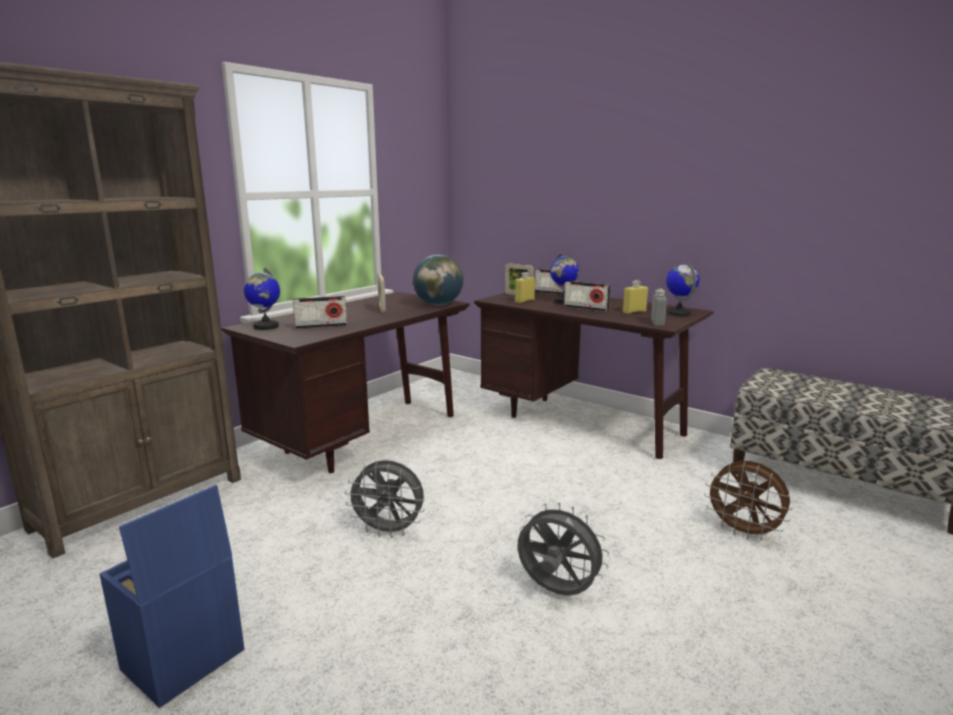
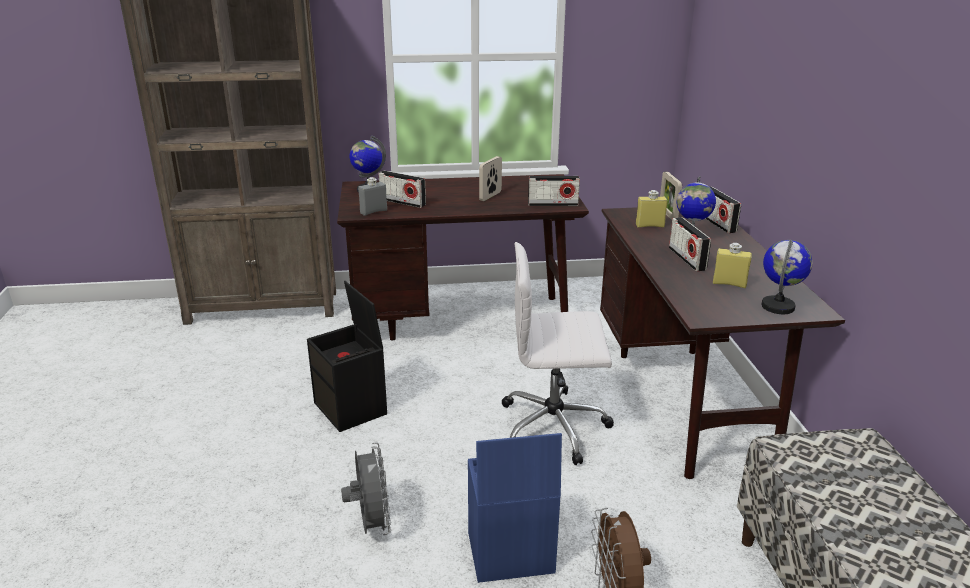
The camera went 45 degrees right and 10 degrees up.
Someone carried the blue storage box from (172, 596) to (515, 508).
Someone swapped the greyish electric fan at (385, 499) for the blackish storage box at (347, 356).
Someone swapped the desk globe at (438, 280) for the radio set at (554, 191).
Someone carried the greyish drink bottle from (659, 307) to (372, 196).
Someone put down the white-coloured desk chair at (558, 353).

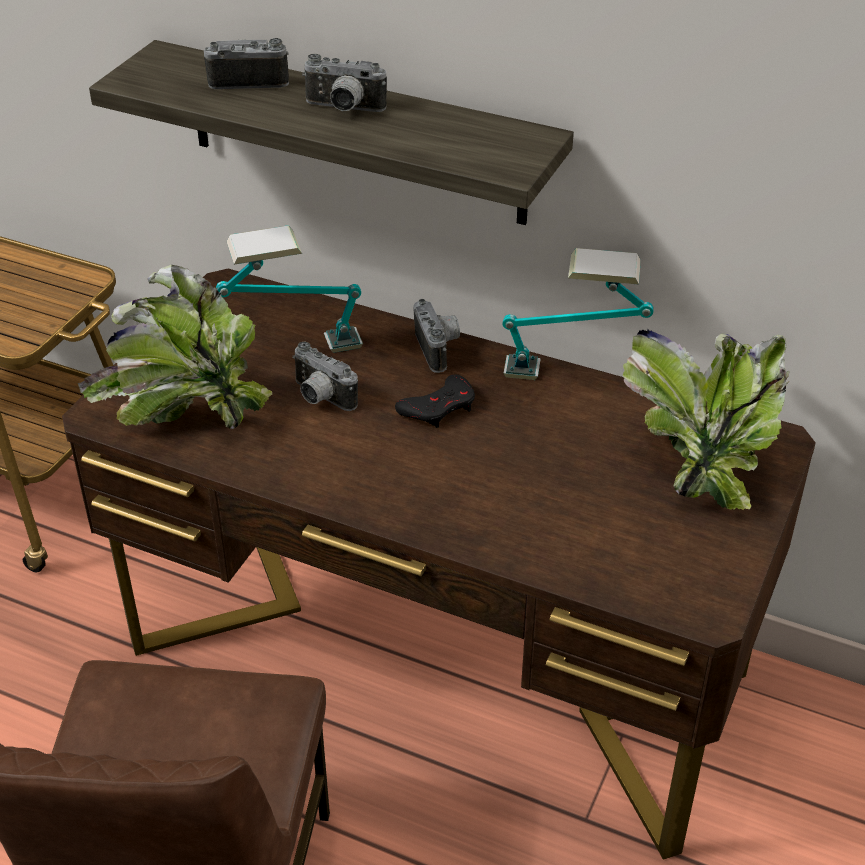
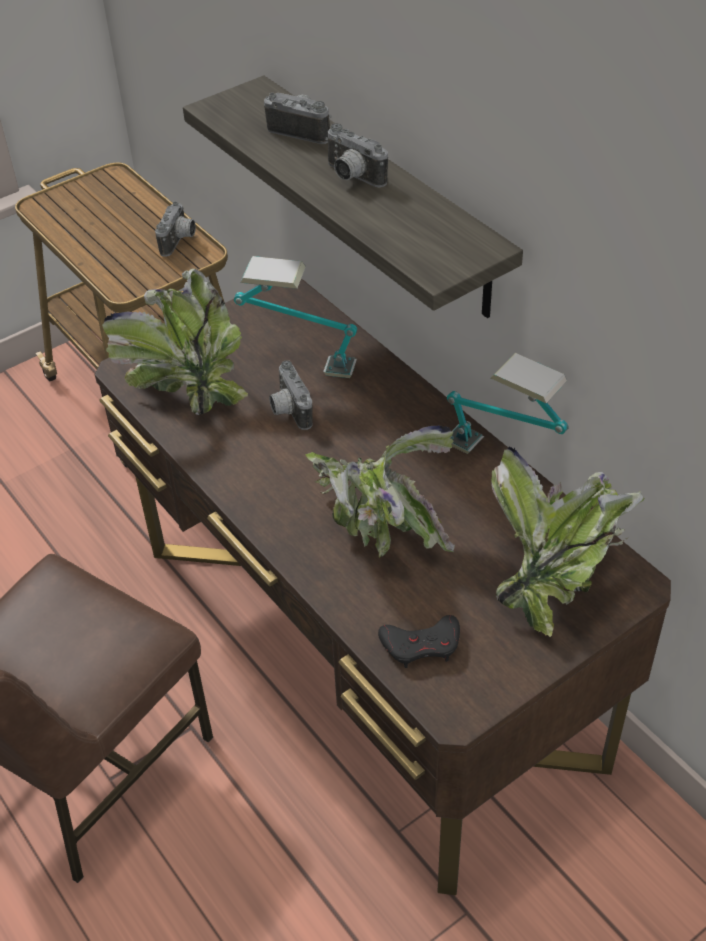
The camera went 30 degrees right and 5 degrees up.
Someone carried the blackish game controller from (435, 401) to (419, 641).
Someone carried the photo camera from (436, 336) to (175, 229).
Someone put down the houseplant at (380, 491).

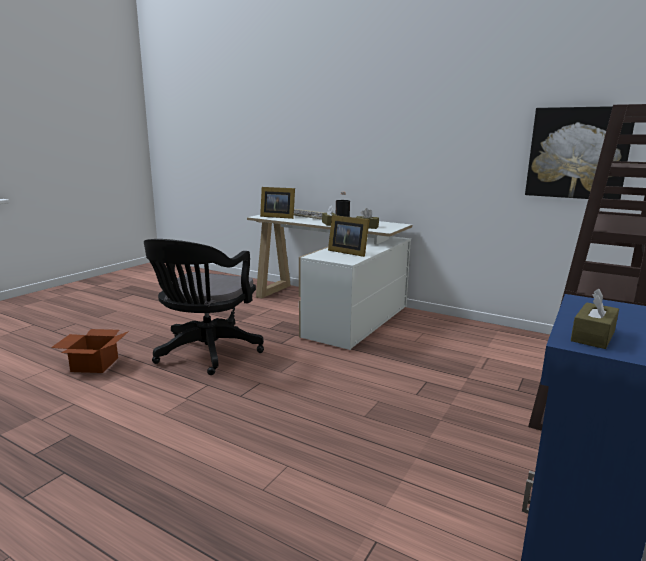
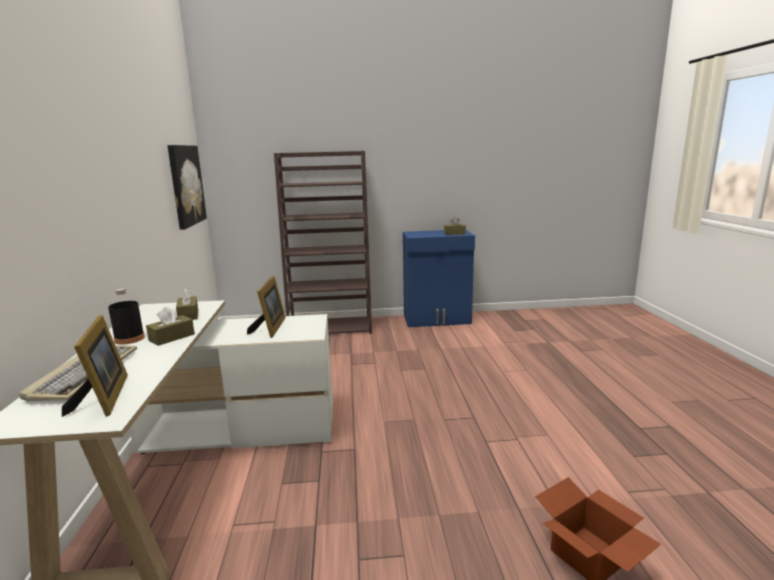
The camera went 125 degrees left and 0 degrees up.
Someone took away the blackish desk chair at (204, 307).

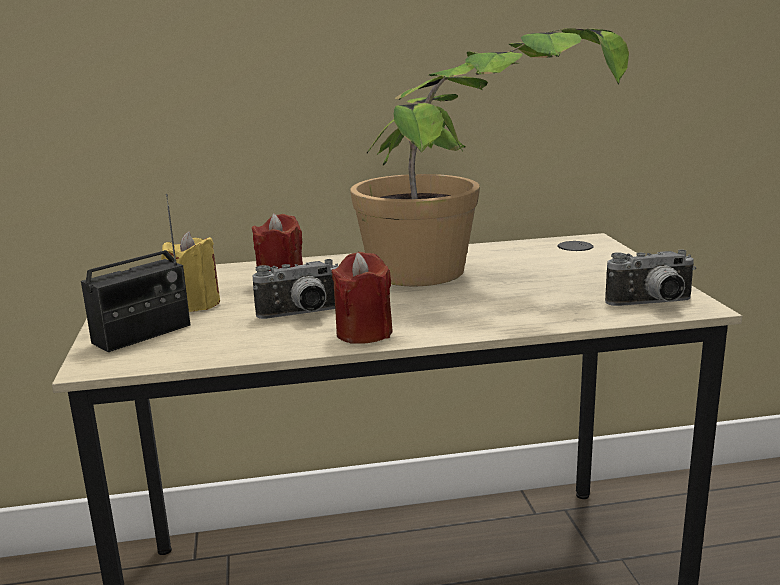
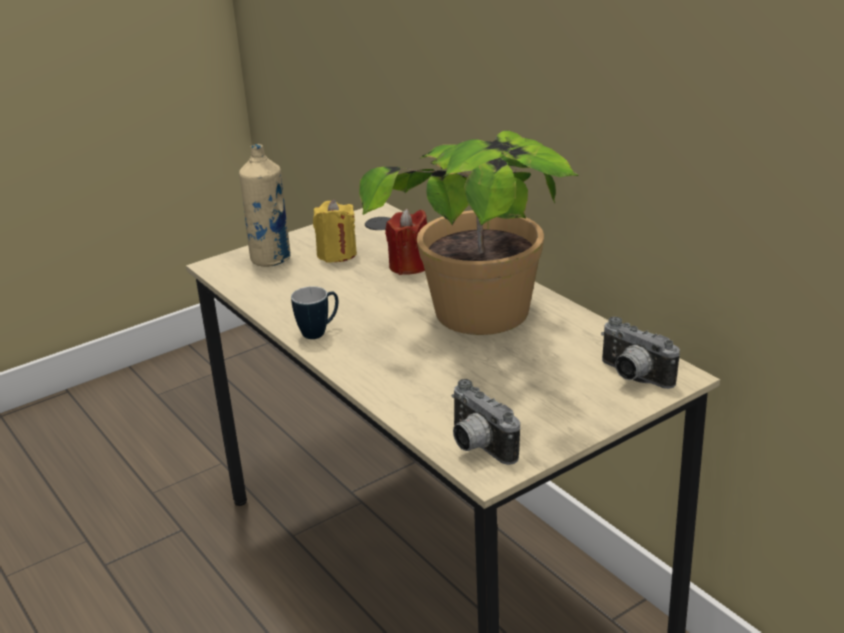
The camera went 65 degrees right and 10 degrees up.
Someone swapped the radio set at (135, 273) for the beige-coloured drink bottle at (265, 205).
Someone carried the photo camera from (295, 289) to (640, 353).
Someone swapped the red candle at (362, 298) for the mug at (315, 312).

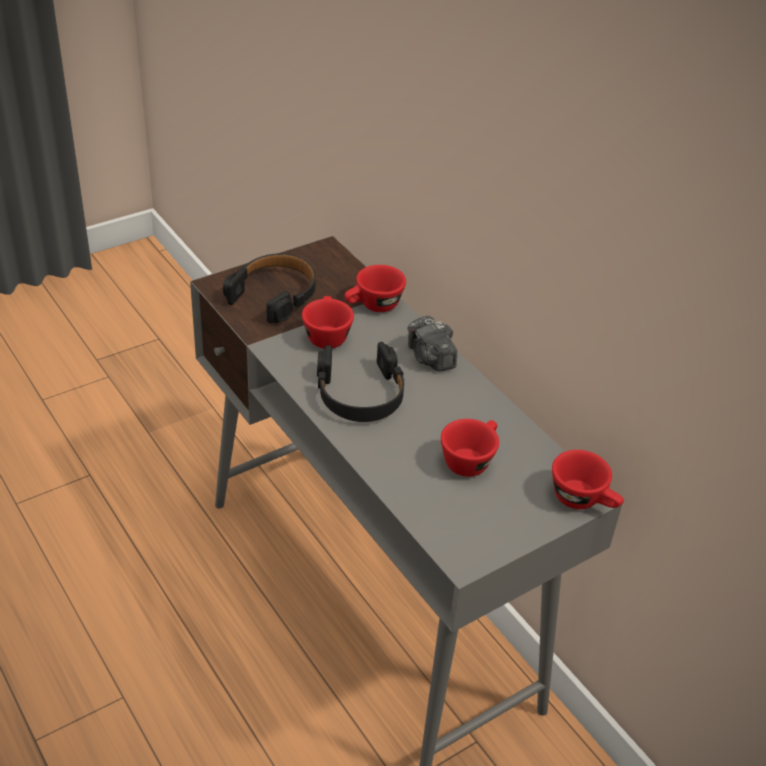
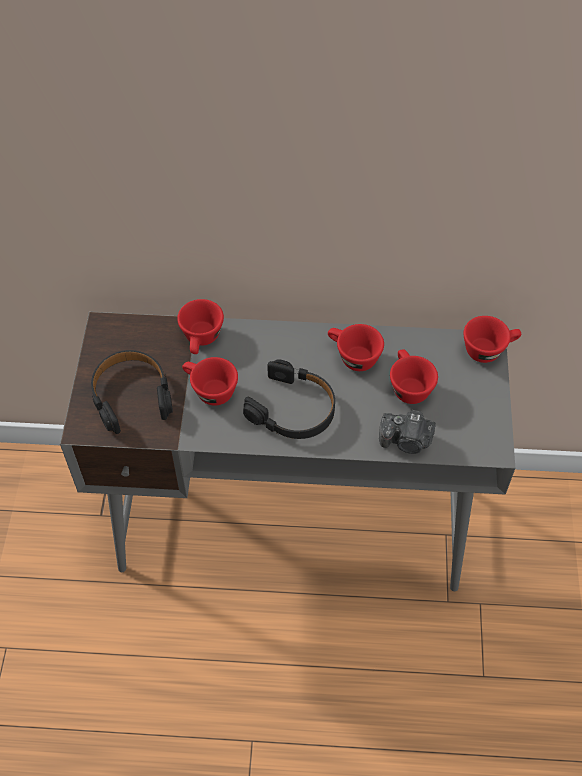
The camera went 50 degrees left and 15 degrees up.
Someone carried the photo camera from (432, 344) to (407, 432).
Someone put down the red cup at (356, 347).

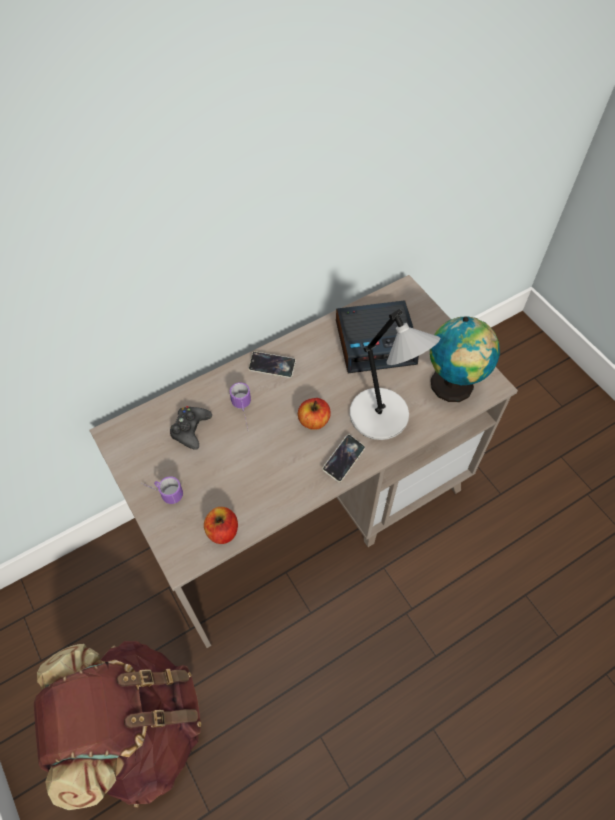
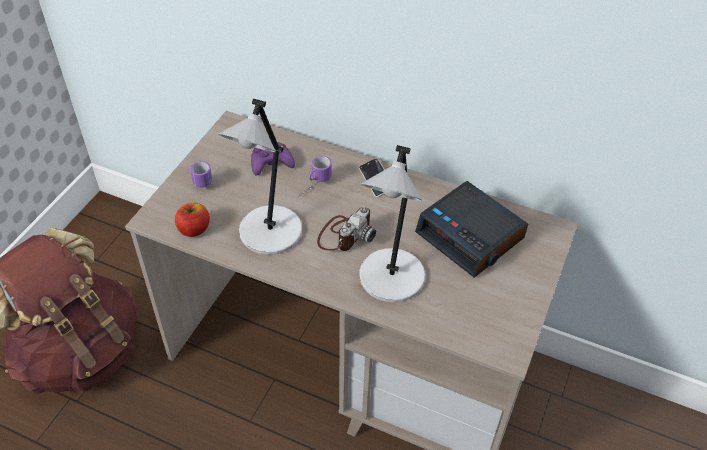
The camera went 55 degrees right and 10 degrees down.
Someone repainted the blackish game controller at (191, 428), which became the purplish game controller at (273, 158).
Someone swapped the whole apple at (314, 414) for the photo camera at (346, 229).
Someone took away the handset at (343, 458).
Someone took away the desk globe at (465, 359).
Someone put down the greyish table lamp at (260, 177).

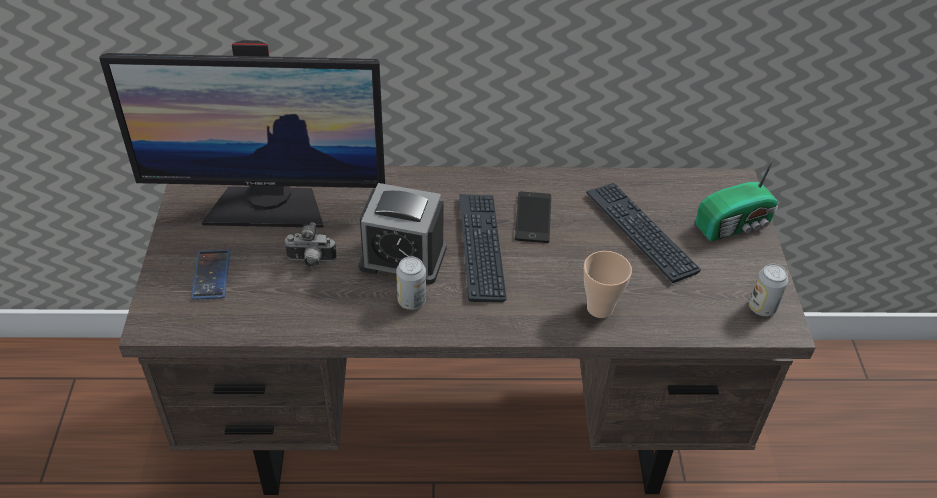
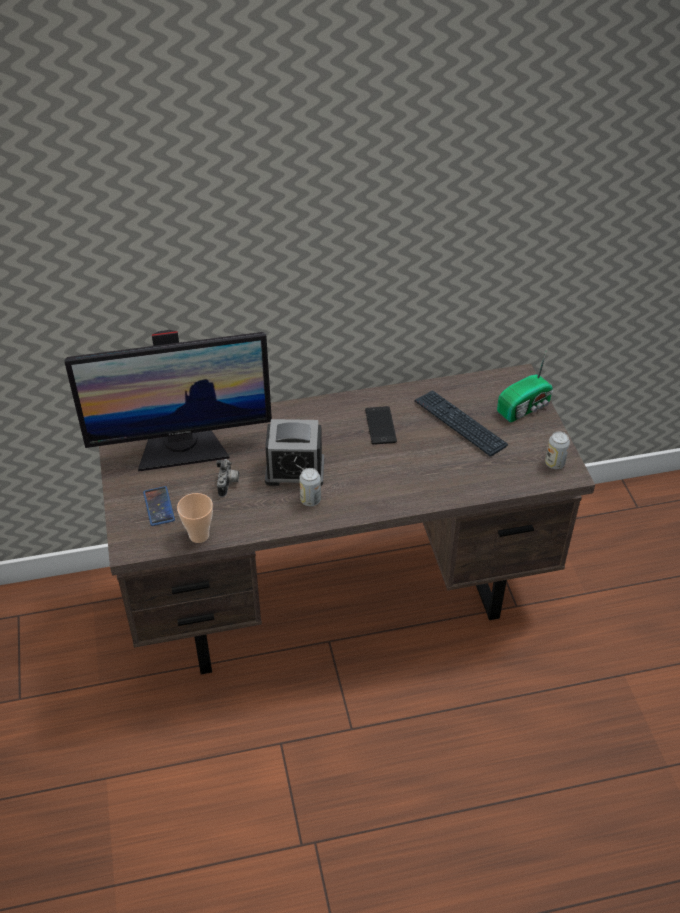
The camera went 10 degrees left and 0 degrees up.
Someone rotated the photo camera at (310, 244) by 75 degrees counterclockwise.
Someone took away the computer keyboard at (483, 248).
Someone carried the cup from (607, 284) to (195, 518).

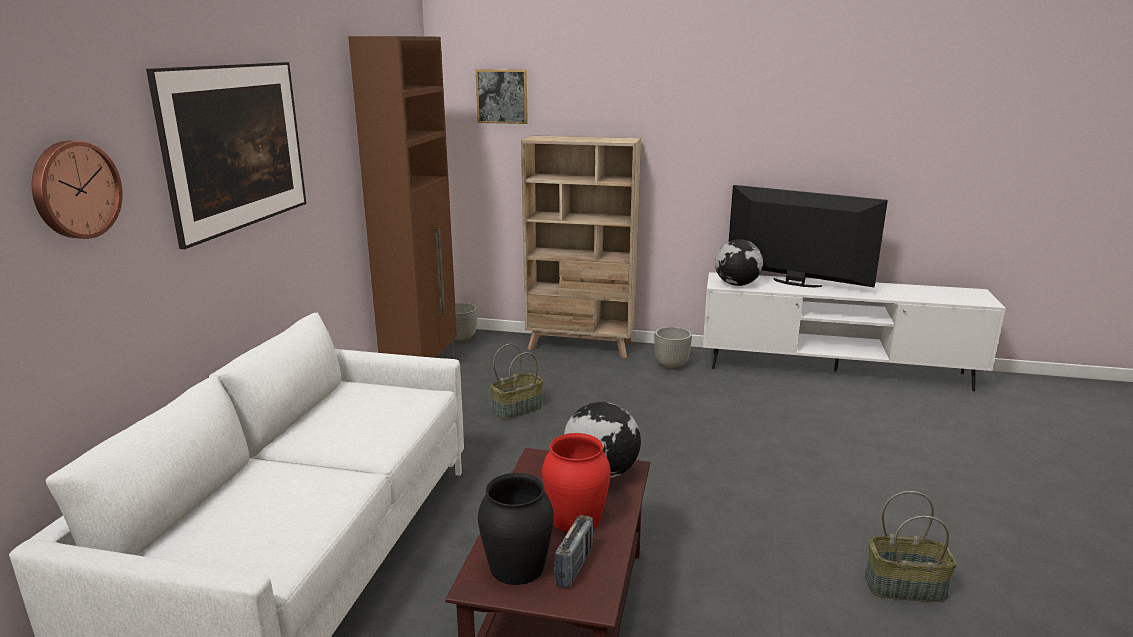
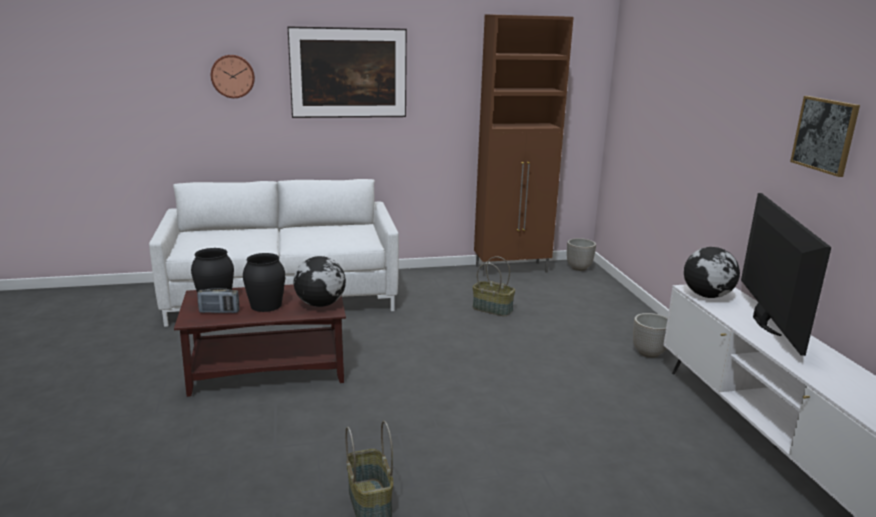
The camera went 65 degrees right and 0 degrees up.
Someone carried the picture from (502, 96) to (825, 136).
Someone took away the beige-coloured bookshelf at (581, 246).
Someone repainted the red decorative vase at (576, 483), which became the blackish decorative vase at (264, 282).

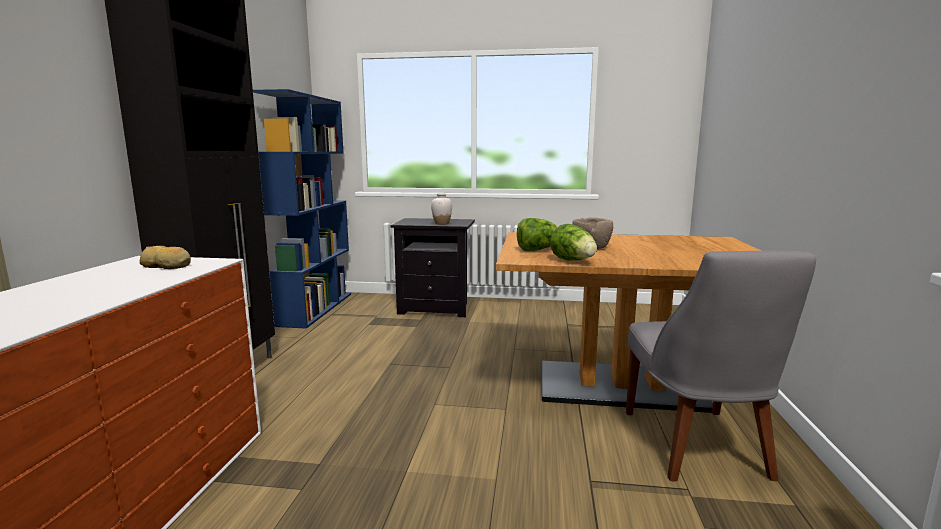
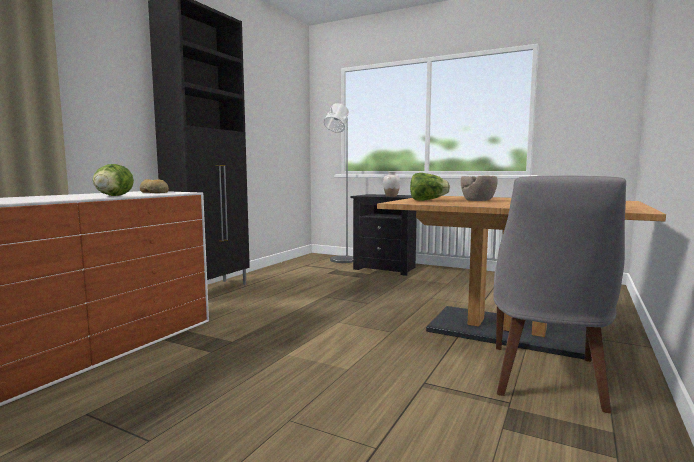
The camera went 20 degrees right and 5 degrees down.
Someone took away the blue bookshelf at (302, 209).
Someone carried the lettuce head from (573, 242) to (113, 180).
Someone put down the greyish standing lamp at (338, 183).

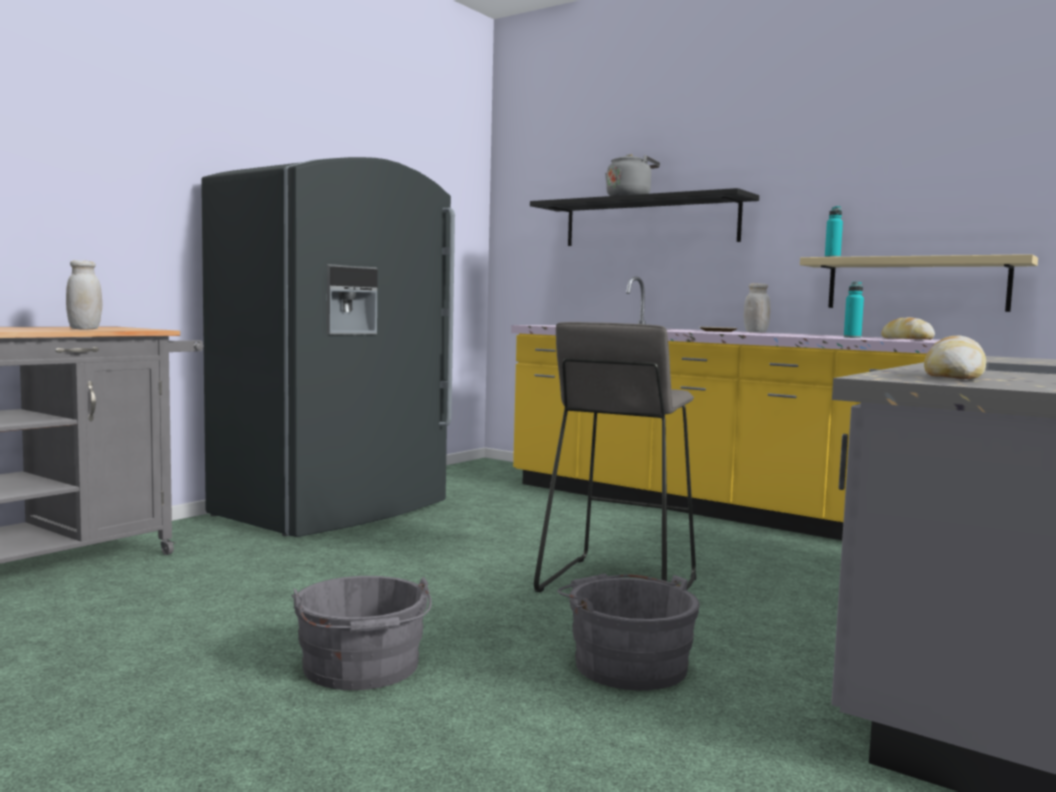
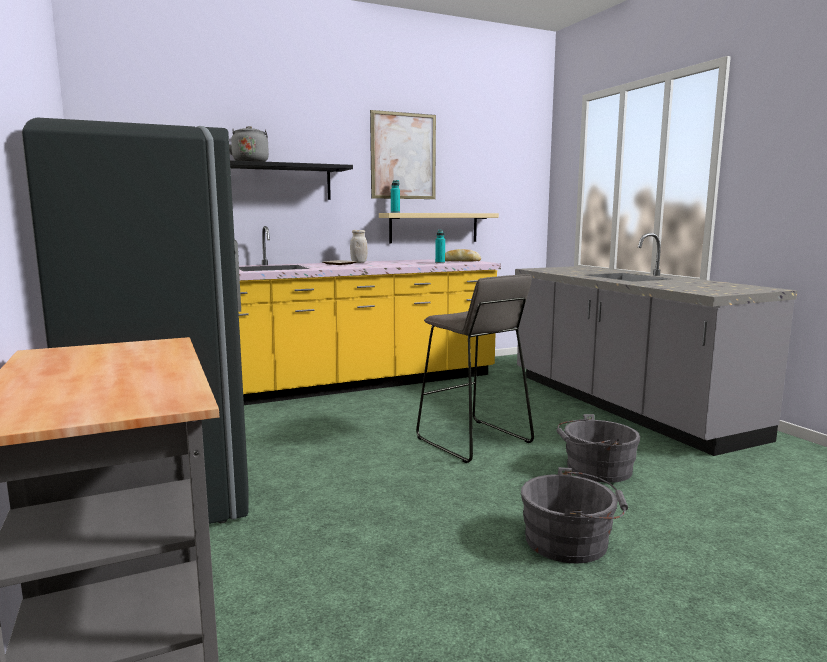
The camera went 60 degrees left and 5 degrees up.
Someone took away the white-coloured jar at (84, 295).
Someone took away the bread at (955, 357).
Someone put up the picture at (403, 154).

